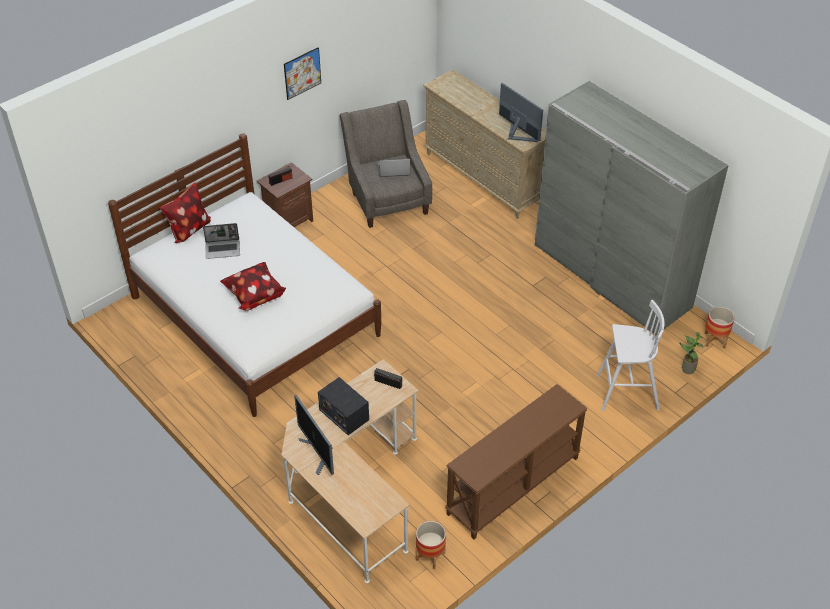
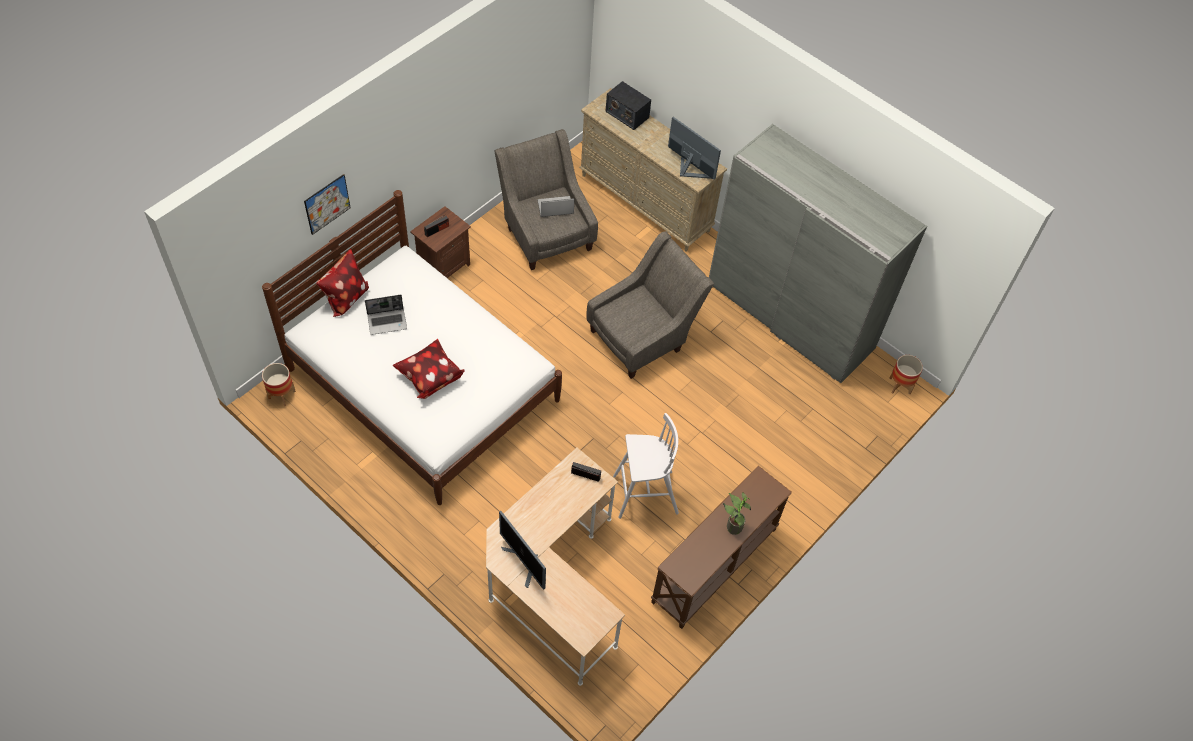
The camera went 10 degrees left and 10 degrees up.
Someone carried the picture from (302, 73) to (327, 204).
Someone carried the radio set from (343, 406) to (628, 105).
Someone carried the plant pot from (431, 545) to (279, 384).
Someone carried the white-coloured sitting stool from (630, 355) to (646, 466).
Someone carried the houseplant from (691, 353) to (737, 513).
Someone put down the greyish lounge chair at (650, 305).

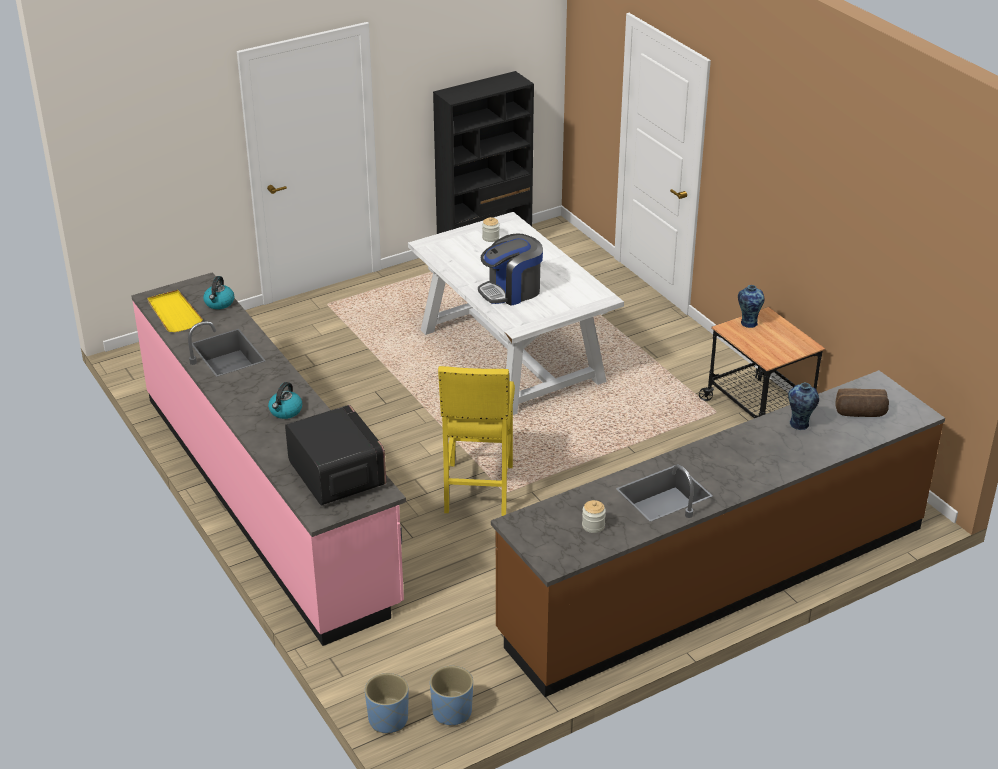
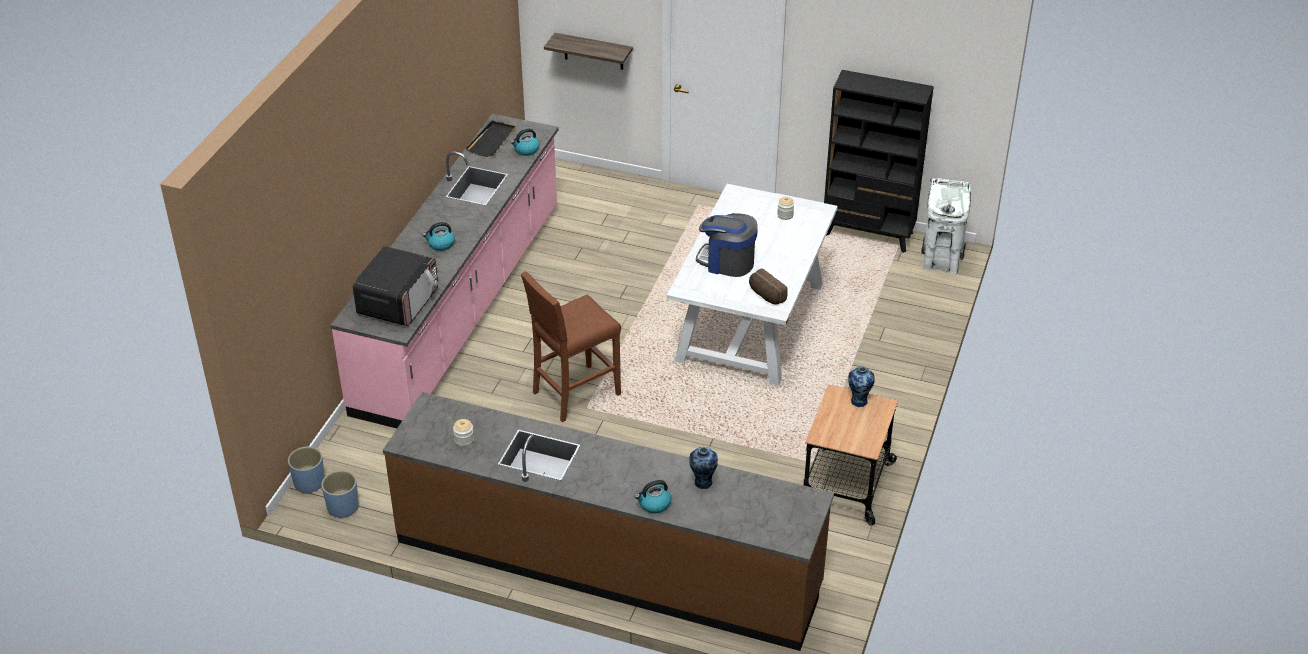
The camera went 50 degrees right and 5 degrees up.
Someone repainted the yellow serving tray at (175, 311), which became the blackish serving tray at (491, 138).
Someone repainted the yellow sitting stool at (476, 441), which became the brown-coloured sitting stool at (571, 346).
Someone carried the bread from (862, 403) to (768, 287).
Someone put up the bracket shelf at (588, 51).
Someone put down the water kettle at (653, 496).
Someone put down the white-coloured rubbish bin at (946, 226).

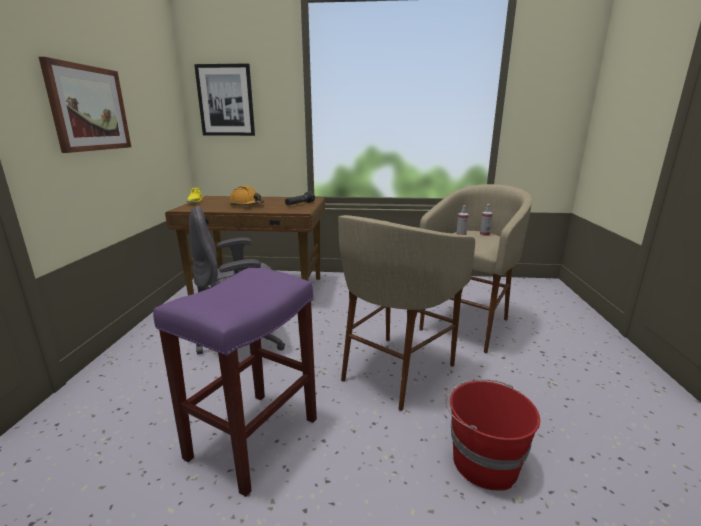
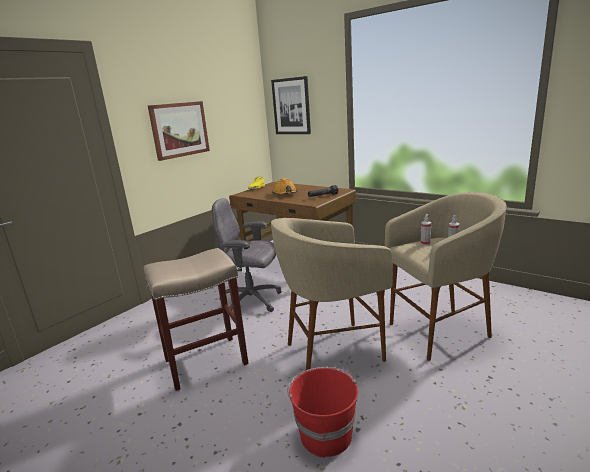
The camera went 35 degrees right and 0 degrees up.
Someone repainted the purplish sitting stool at (235, 382), which became the beige-coloured sitting stool at (196, 319).

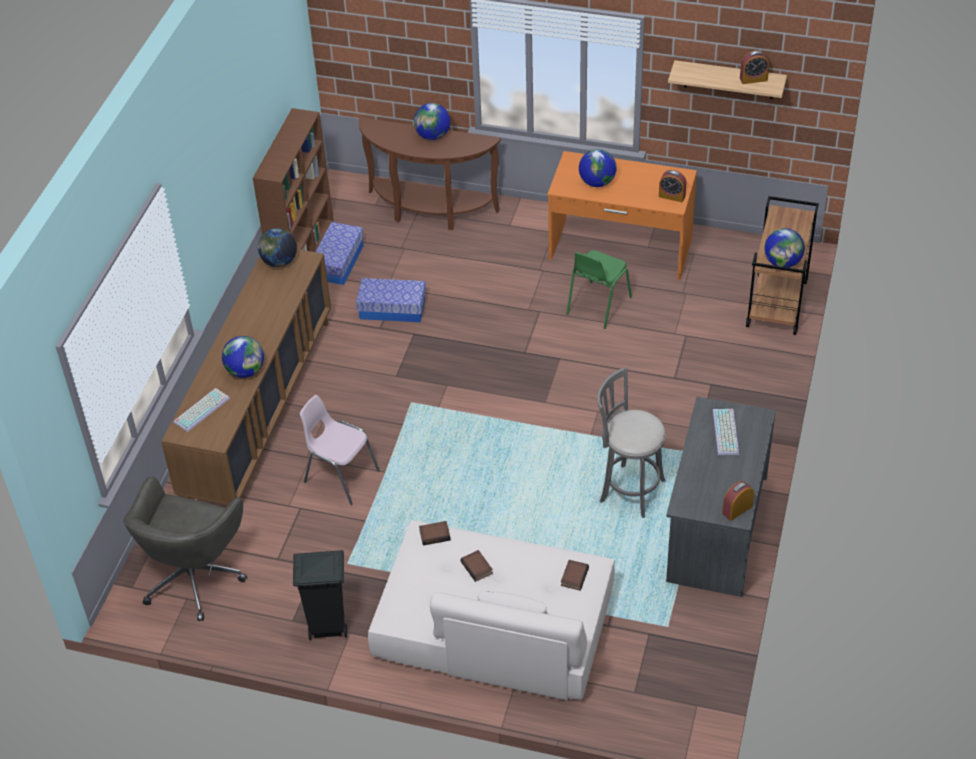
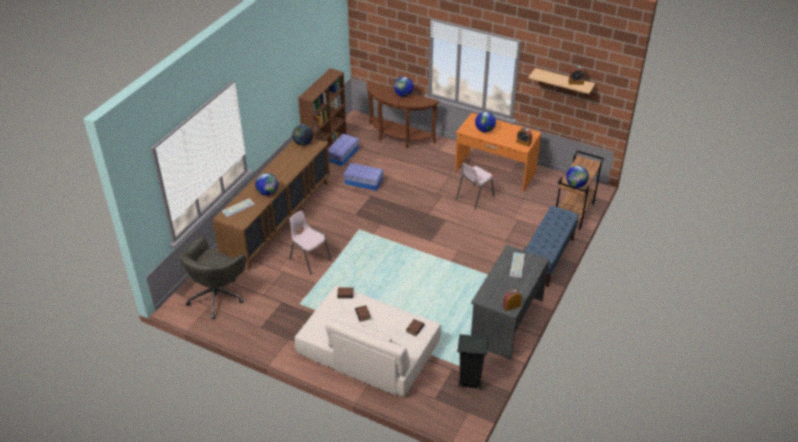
The camera went 10 degrees right and 5 degrees down.
Someone carried the blackish rubbish bin from (320, 595) to (473, 362).
Someone repainted the greenish chair at (599, 289), which became the pink-coloured chair at (475, 186).
Someone took away the greyish sitting stool at (631, 442).
Someone put down the blue bench at (551, 246).

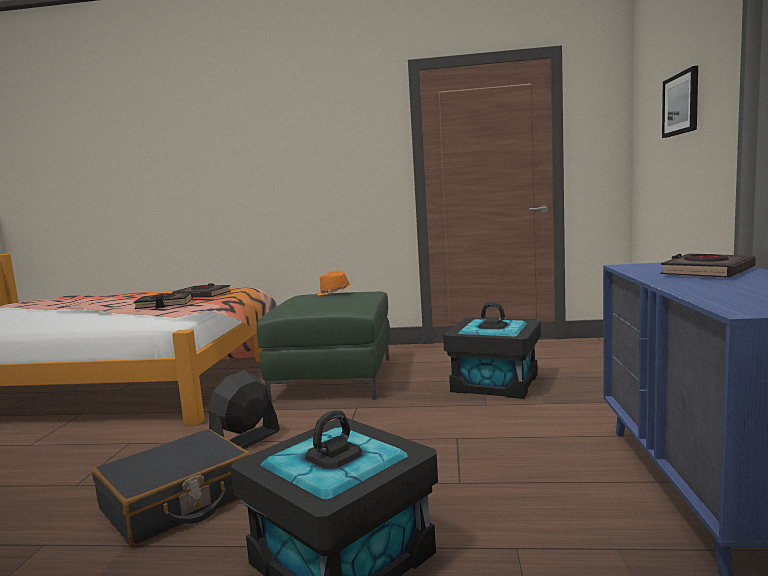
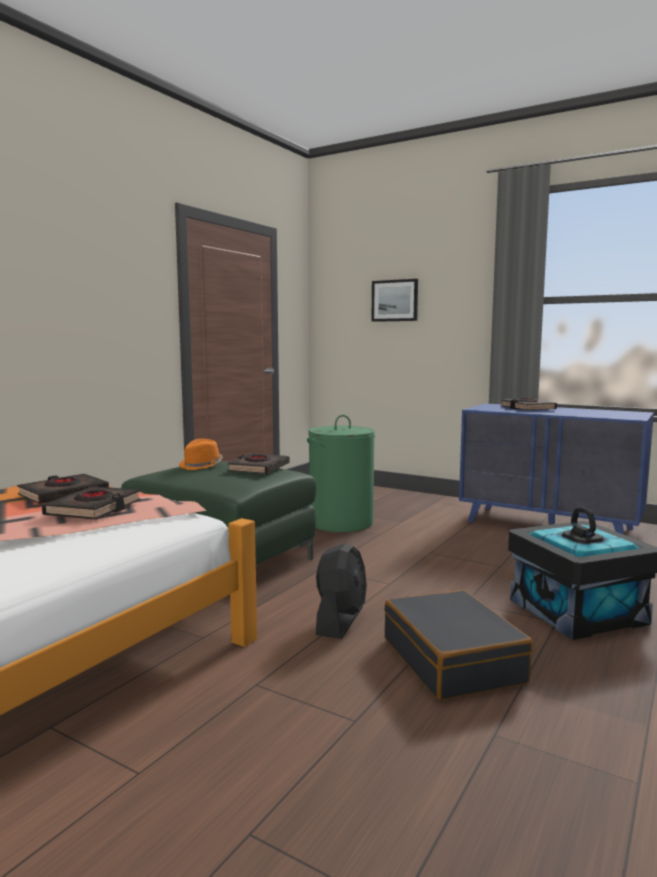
The camera went 65 degrees left and 0 degrees up.
Someone rotated the blackish electric fan at (244, 409) by 135 degrees counterclockwise.
Someone swapped the blackish storage box at (492, 350) for the greenish hamper at (341, 473).
Someone put down the blackish book at (258, 463).

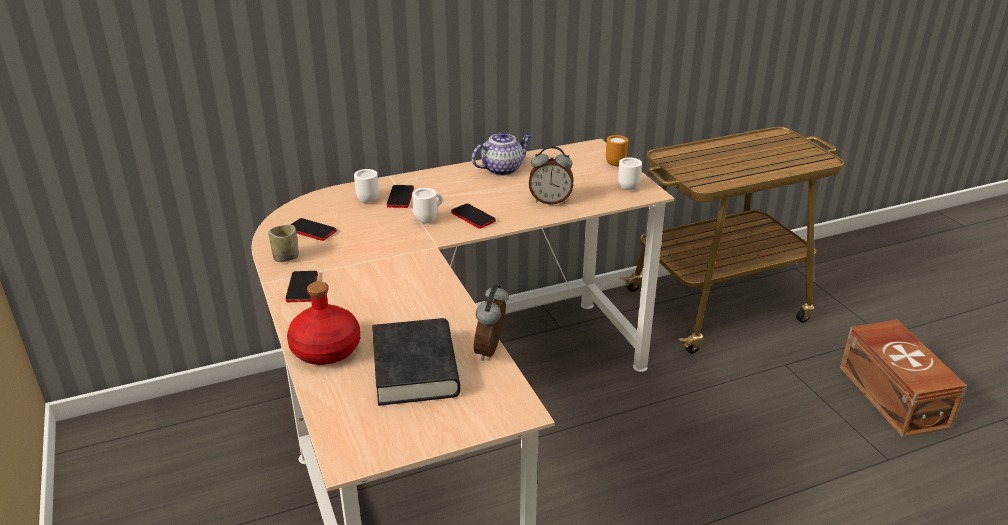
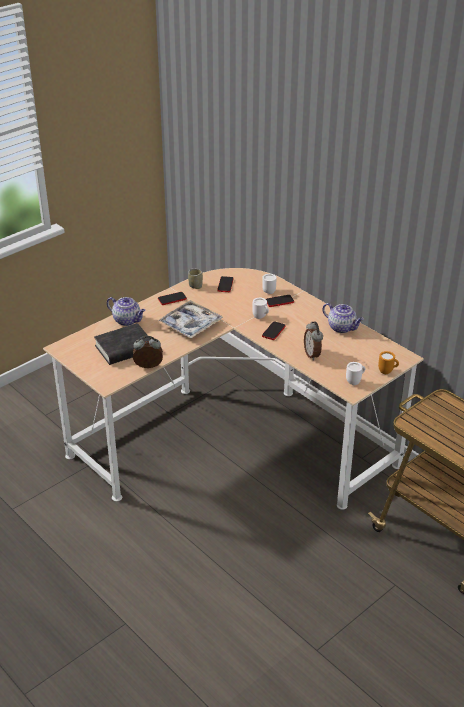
The camera went 70 degrees right and 5 degrees up.
Someone swapped the red drink bottle at (323, 323) for the teapot at (126, 311).
Someone took away the brown-coloured storage box at (903, 379).
Someone put down the serving tray at (190, 319).

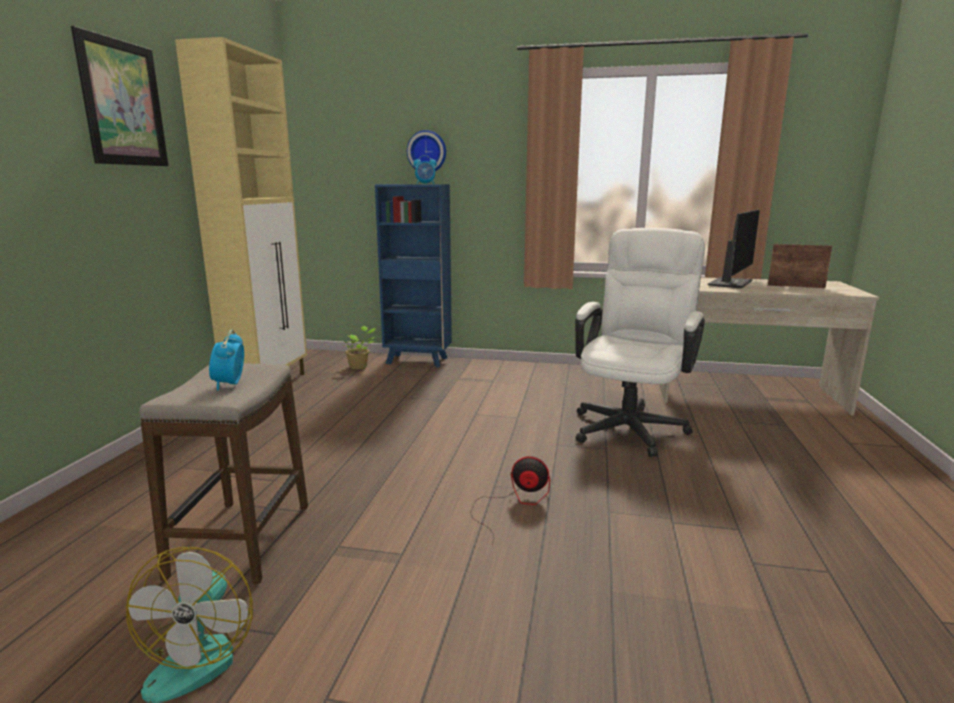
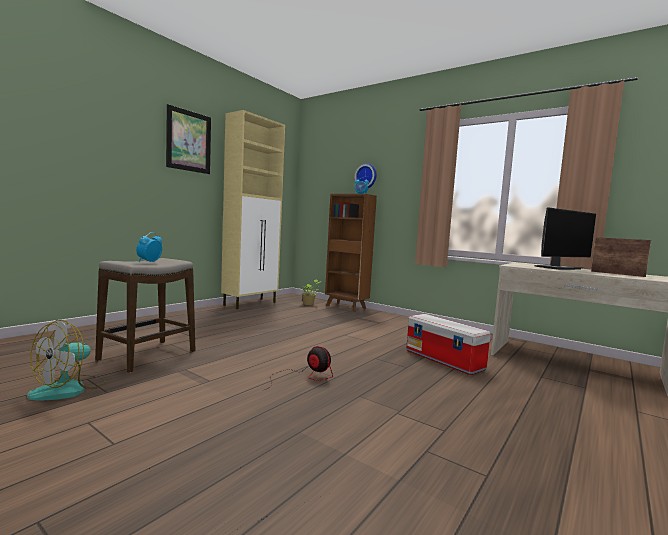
The camera went 25 degrees right and 10 degrees down.
Someone repainted the blue bookshelf at (413, 276), which became the brown-coloured bookshelf at (351, 253).
Someone swapped the white-coloured desk chair at (640, 342) for the storage box at (448, 344).

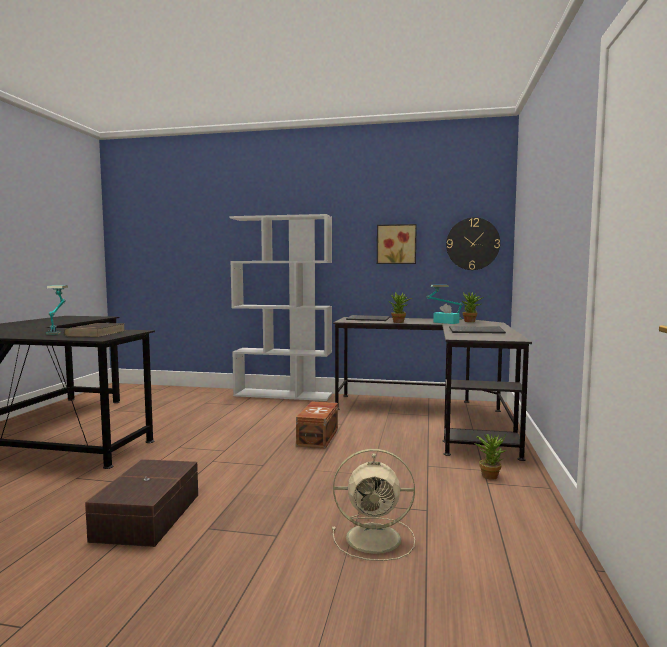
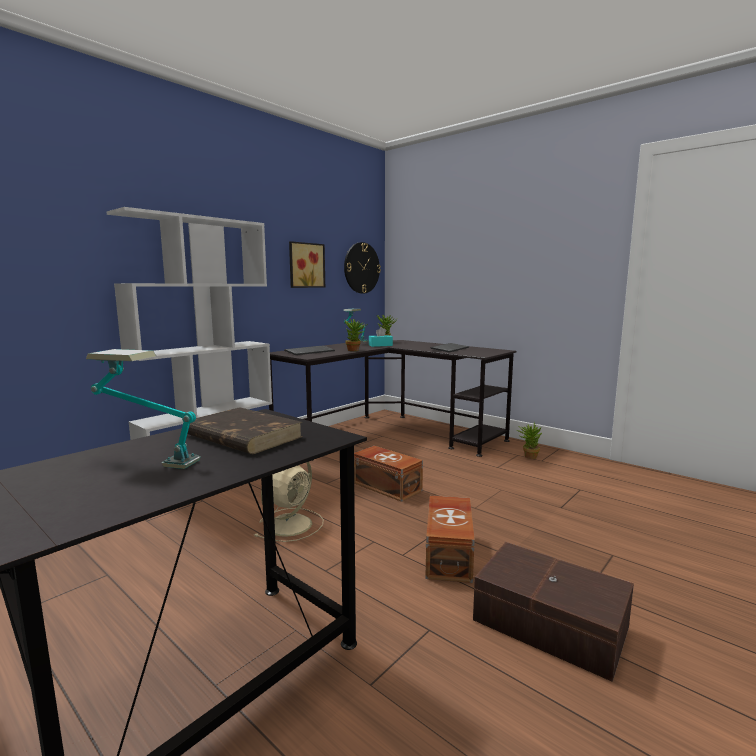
The camera went 60 degrees left and 5 degrees up.
Someone carried the beige-coloured electric fan from (373, 505) to (288, 502).
Someone put down the brown-coloured storage box at (450, 539).

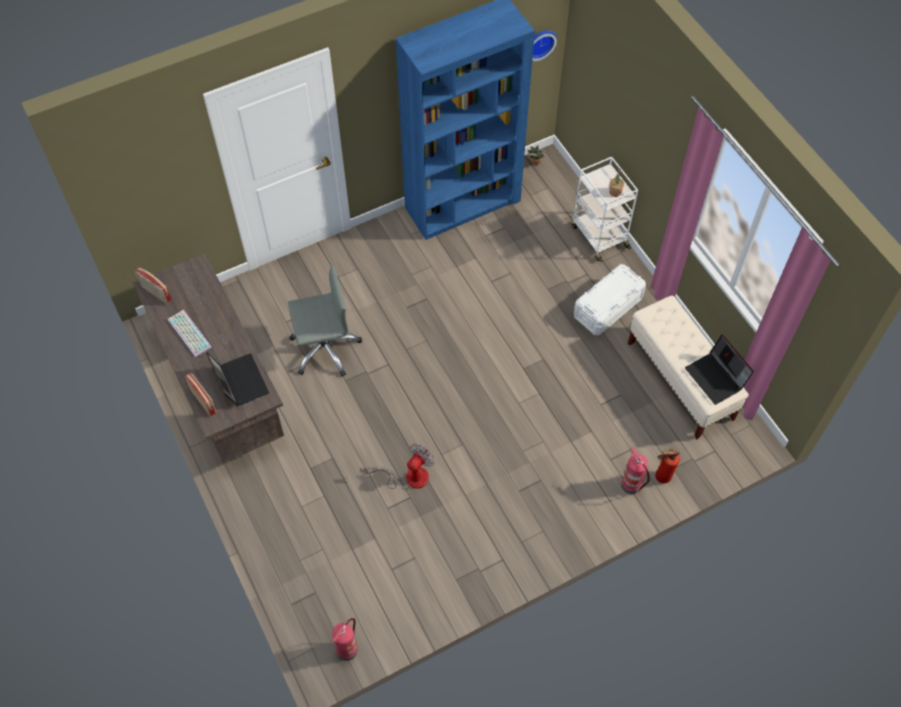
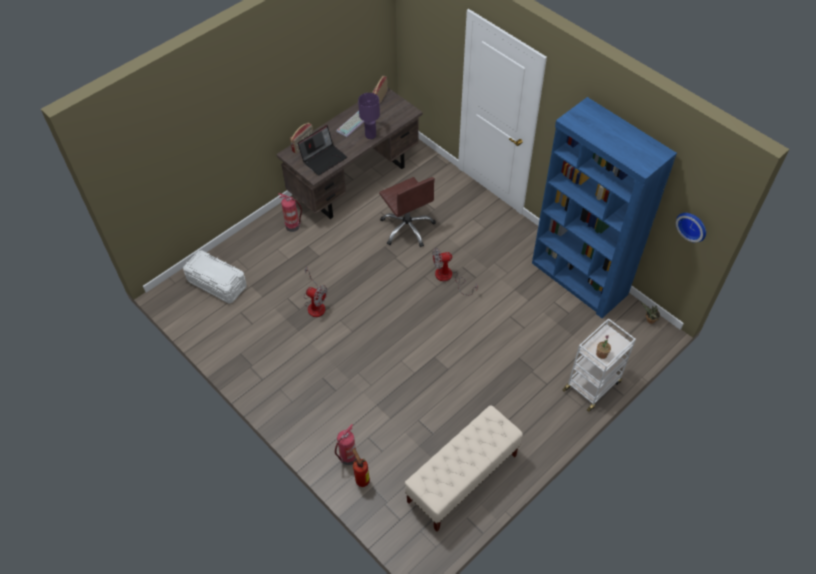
The camera went 75 degrees right and 5 degrees down.
Someone repainted the greyish desk chair at (325, 321), which became the brown-coloured desk chair at (407, 212).
Someone carried the fire-fighting cylinder from (345, 639) to (290, 212).
Someone carried the white-coloured storage box from (610, 299) to (215, 277).
Someone took away the notebook computer at (719, 370).
Someone put down the purplish table lamp at (369, 116).
Someone put down the electric fan at (455, 271).

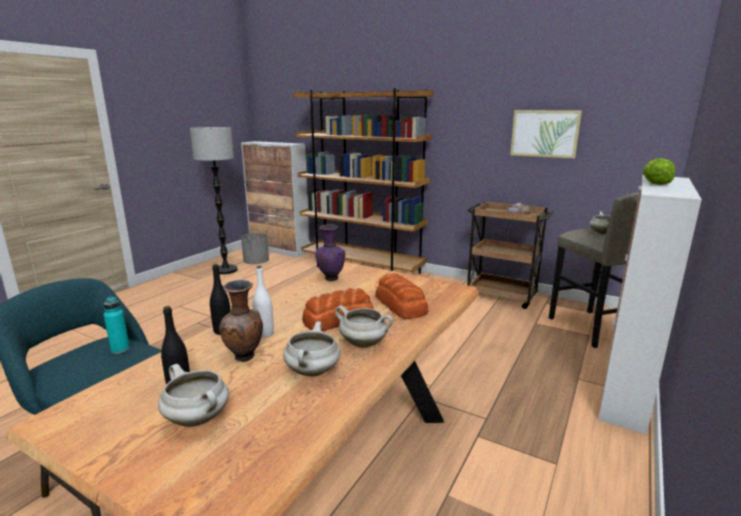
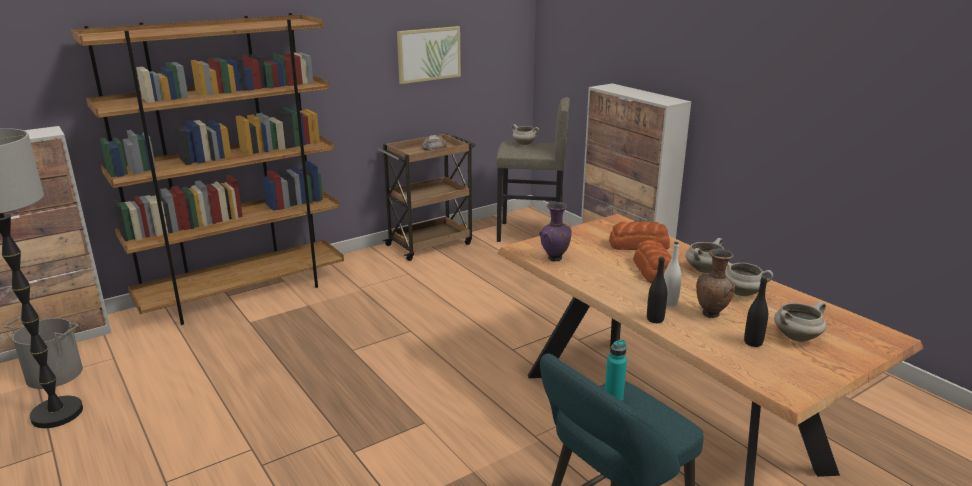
The camera went 65 degrees left and 5 degrees up.
Someone took away the lettuce head at (658, 171).

